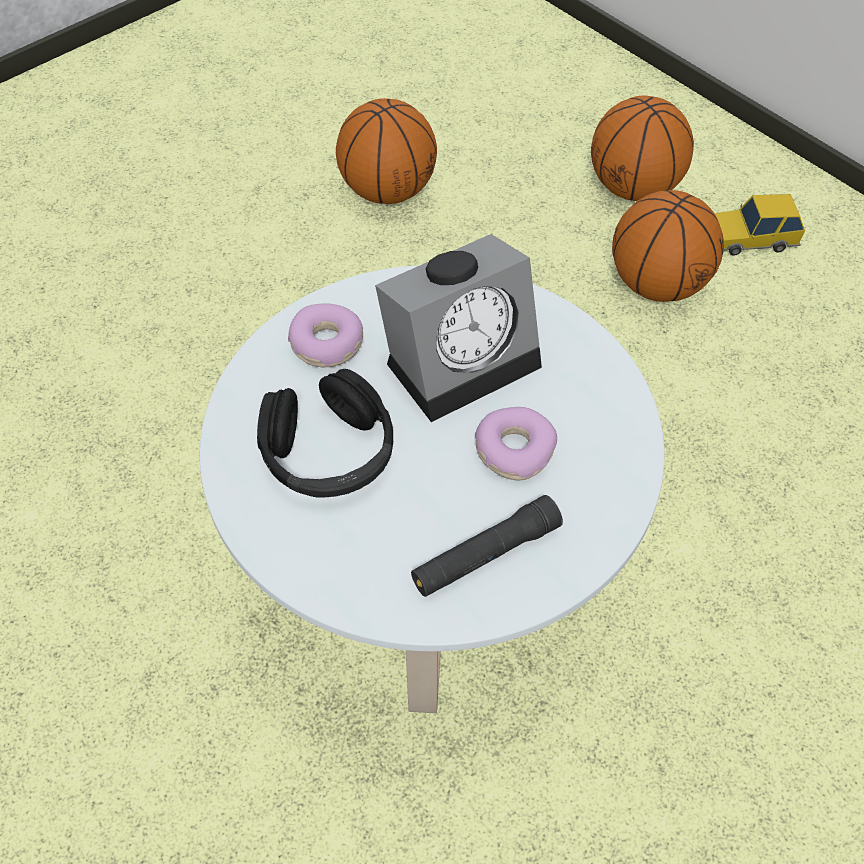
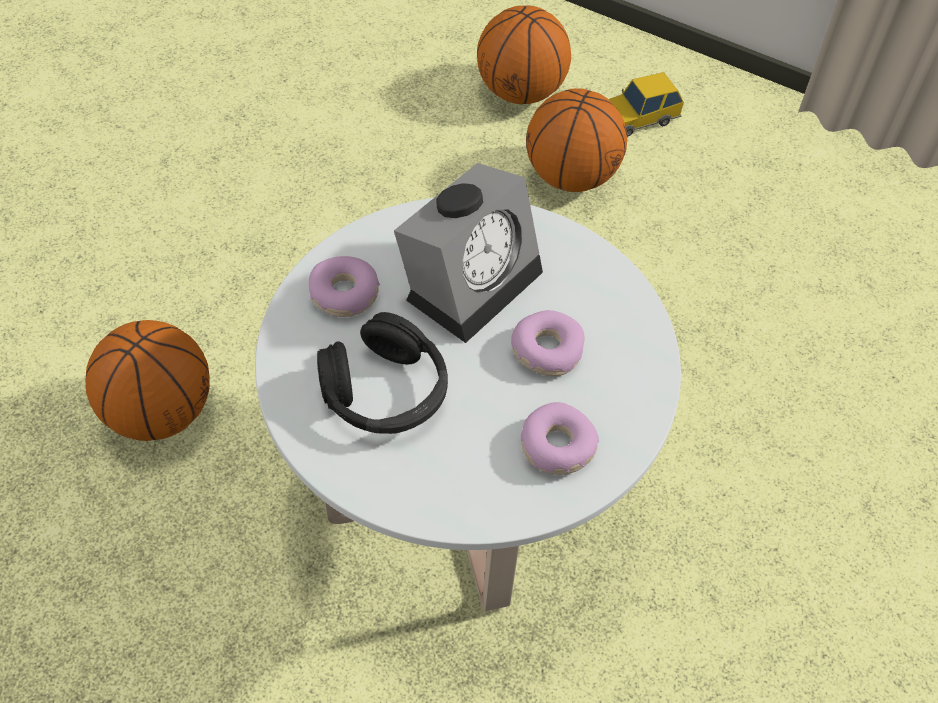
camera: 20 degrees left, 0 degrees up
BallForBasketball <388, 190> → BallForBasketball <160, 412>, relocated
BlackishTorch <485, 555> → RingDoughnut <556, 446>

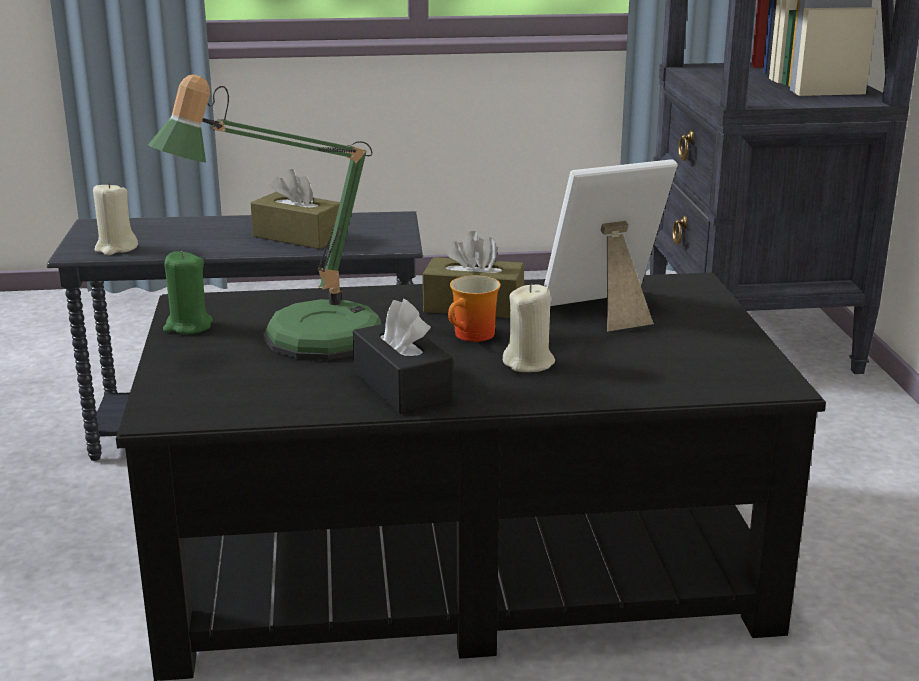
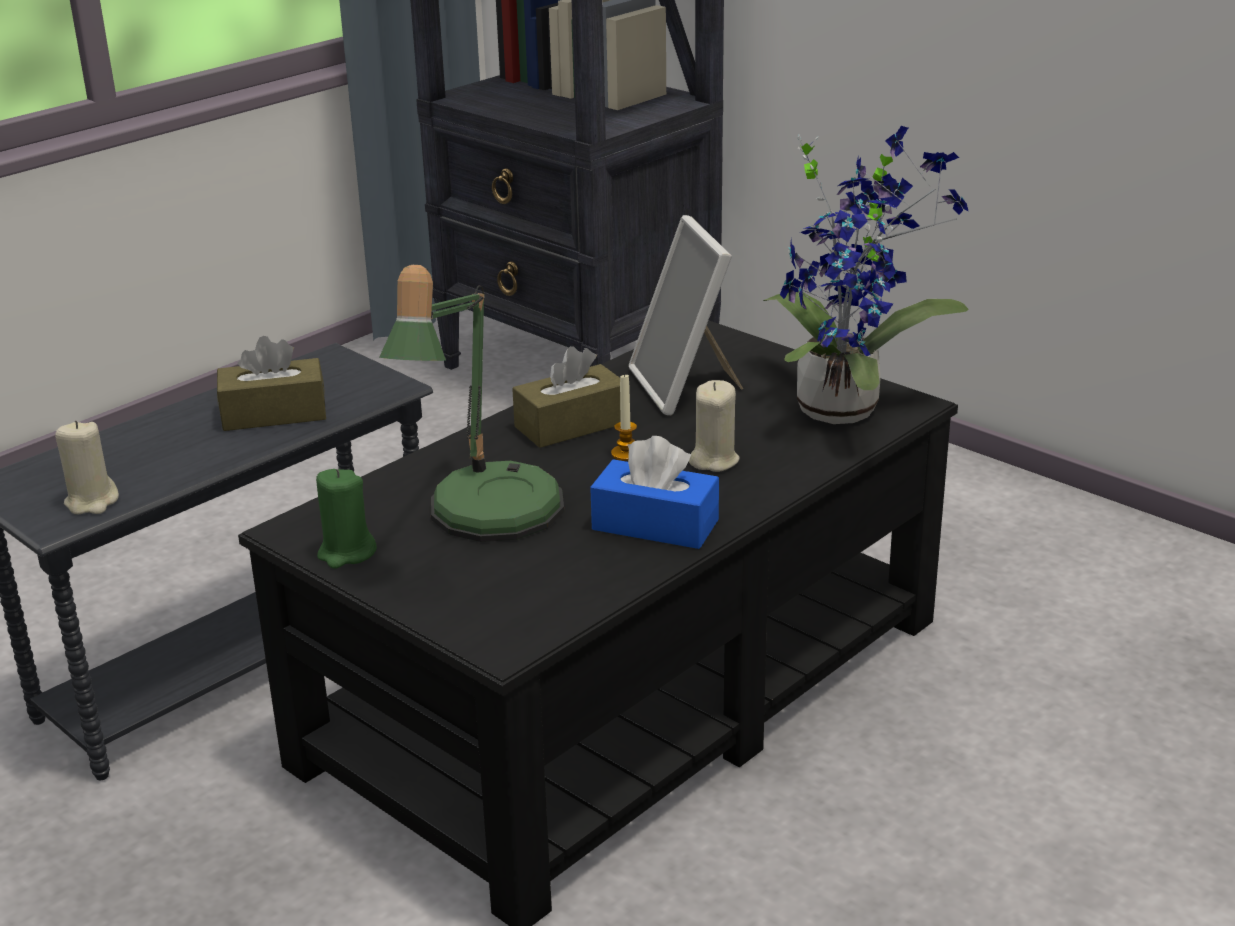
camera: 40 degrees left, 5 degrees up
BlackishTissueBox <402, 386> → BlueColouredTissueBox <655, 525>
CoffeeMug <474, 336> → Candle <626, 453>
StandingFrame <605, 311> → StandingFrame <686, 387>, 45 degrees counterclockwise
- → PlantInAPot <846, 406>

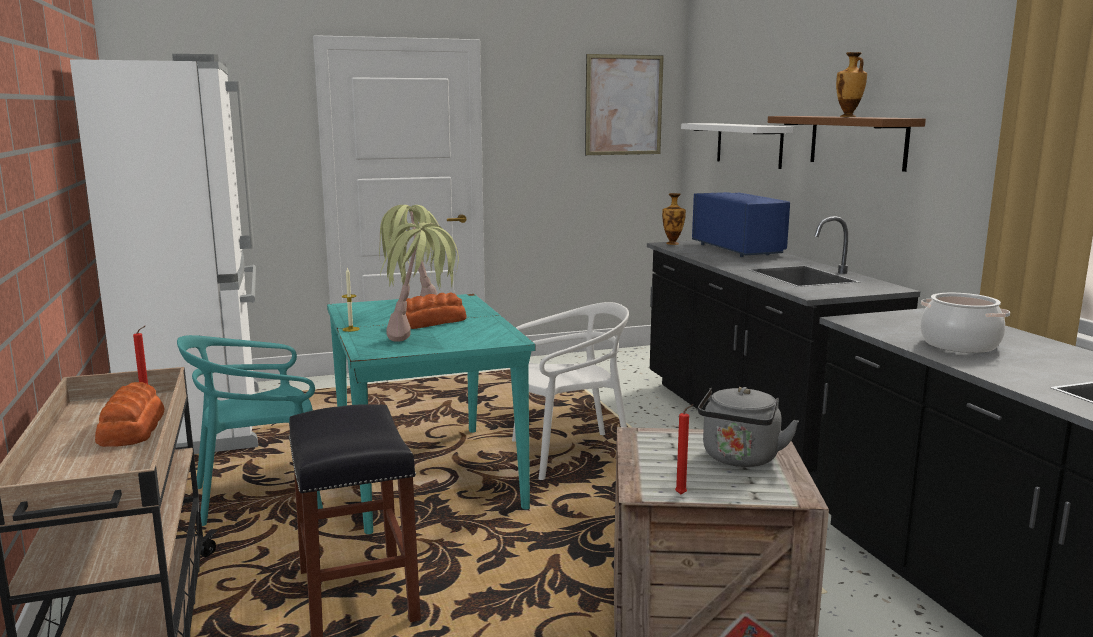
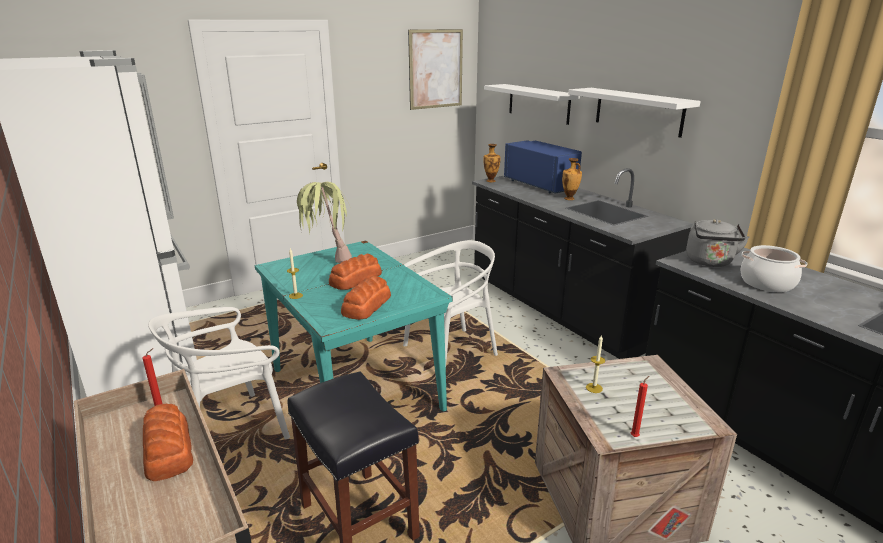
camera: 15 degrees left, 10 degrees up
TurquoiseColouredChair <260, 496> → WhitishChair <231, 432>
PlantInAPot <423, 342> → BakedBread <366, 305>
GrayKettle <740, 459> → GrayKettle <710, 262>, relocated
BrownishWallShelf <857, 141> → WhitishWallShelf <638, 111>
Vase <848, 116> → Vase <569, 199>, relocated
- → Candle <594, 388>

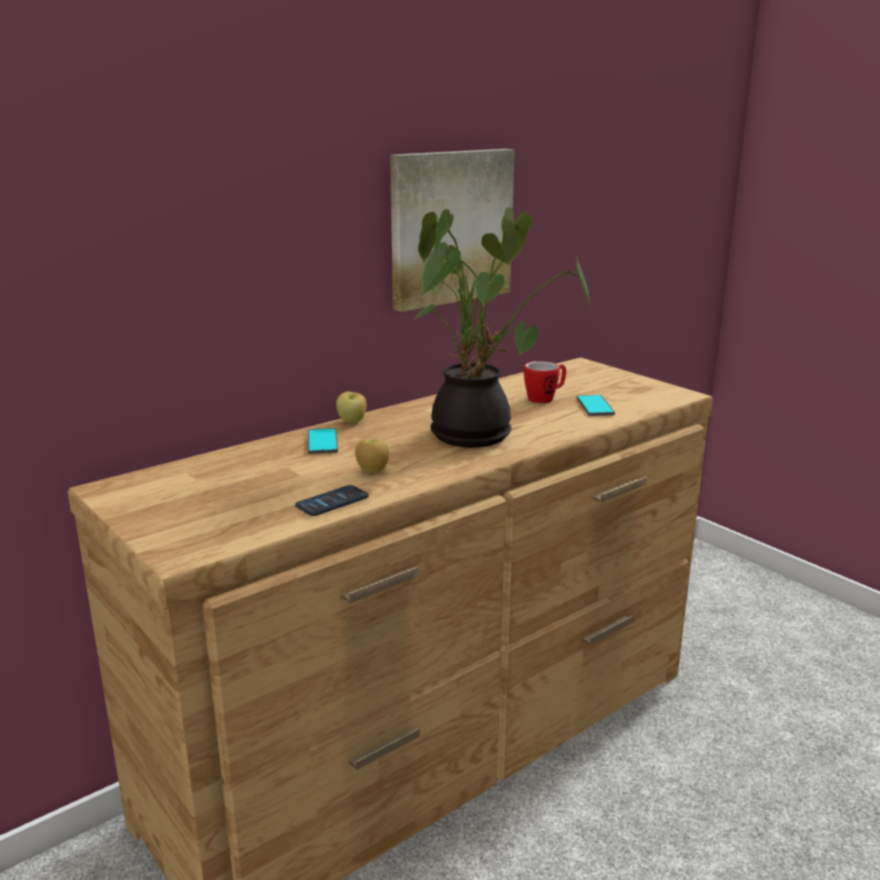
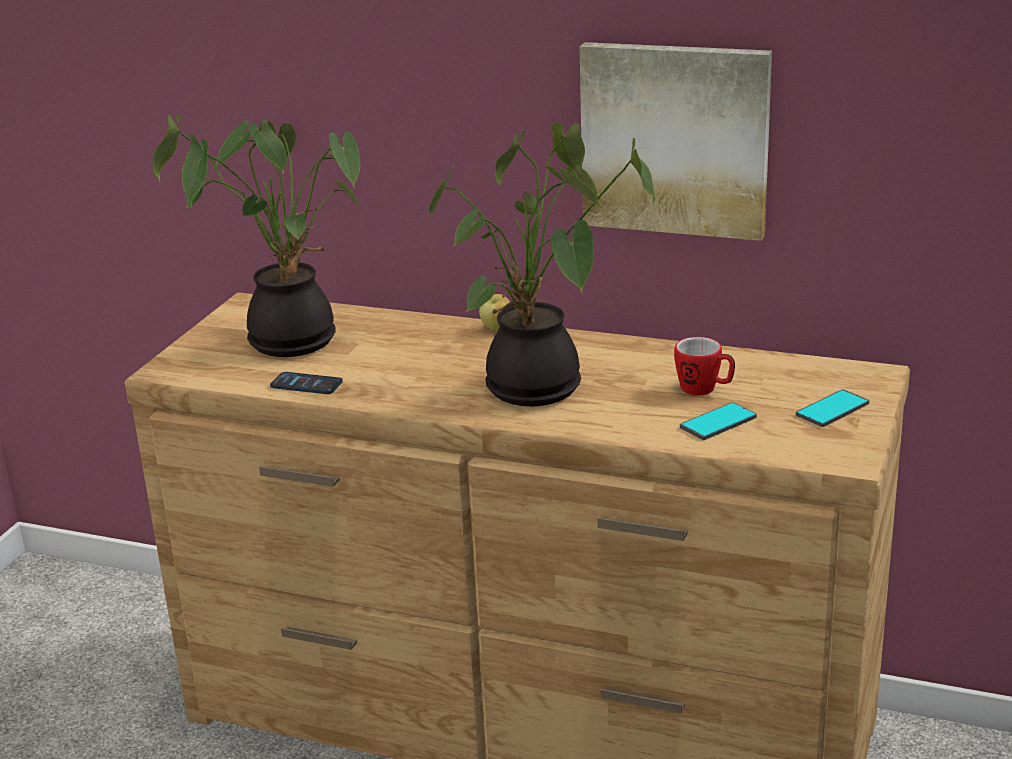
camera: 60 degrees right, 5 degrees up
Phone <322, 442> → Phone <832, 409>, relocated
Apple <372, 471> → -
- → PlantInAPot <290, 338>

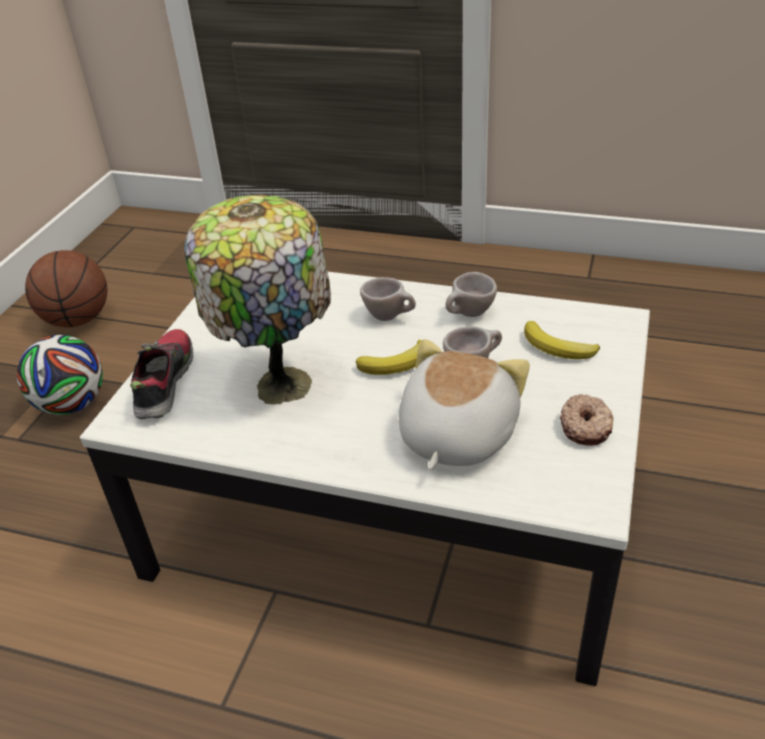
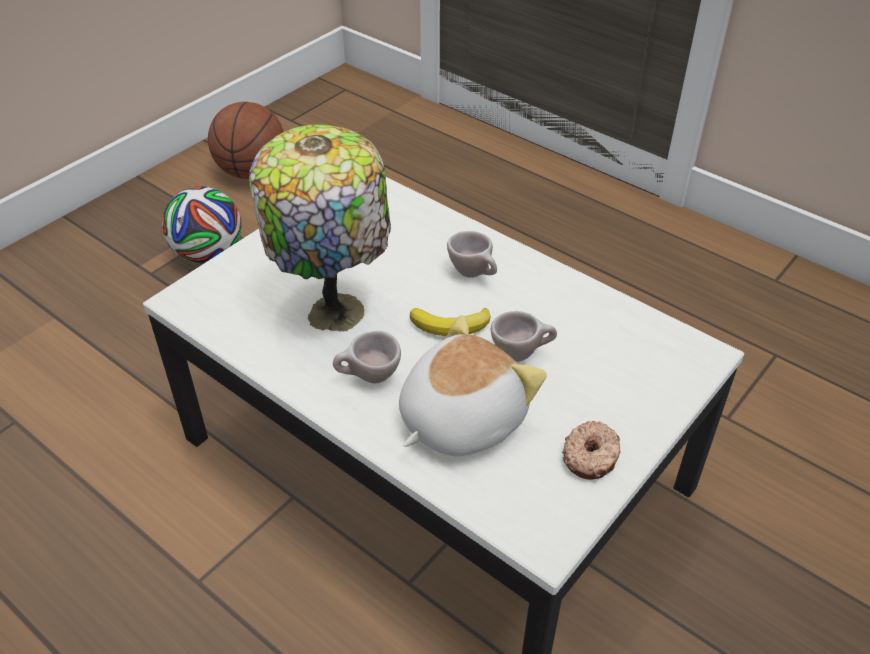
camera: 20 degrees right, 5 degrees up
ItemOfFootwear <164, 383> → -
SandColouredDrinkingCup <469, 315> → SandColouredDrinkingCup <368, 378>, relocated
Banana <558, 347> → -

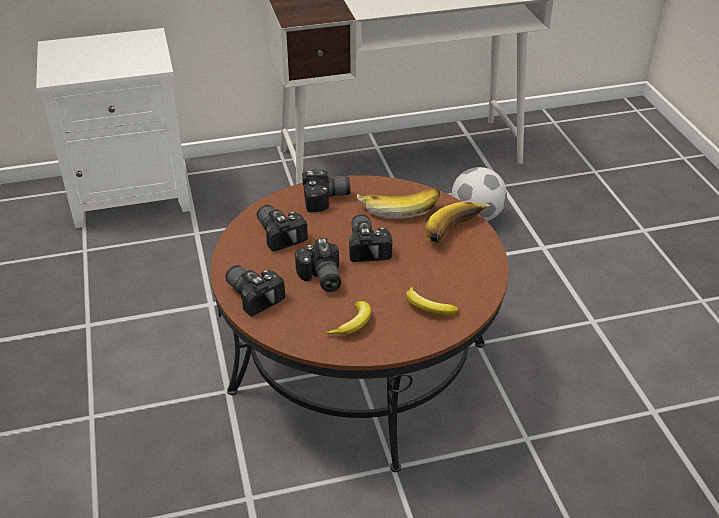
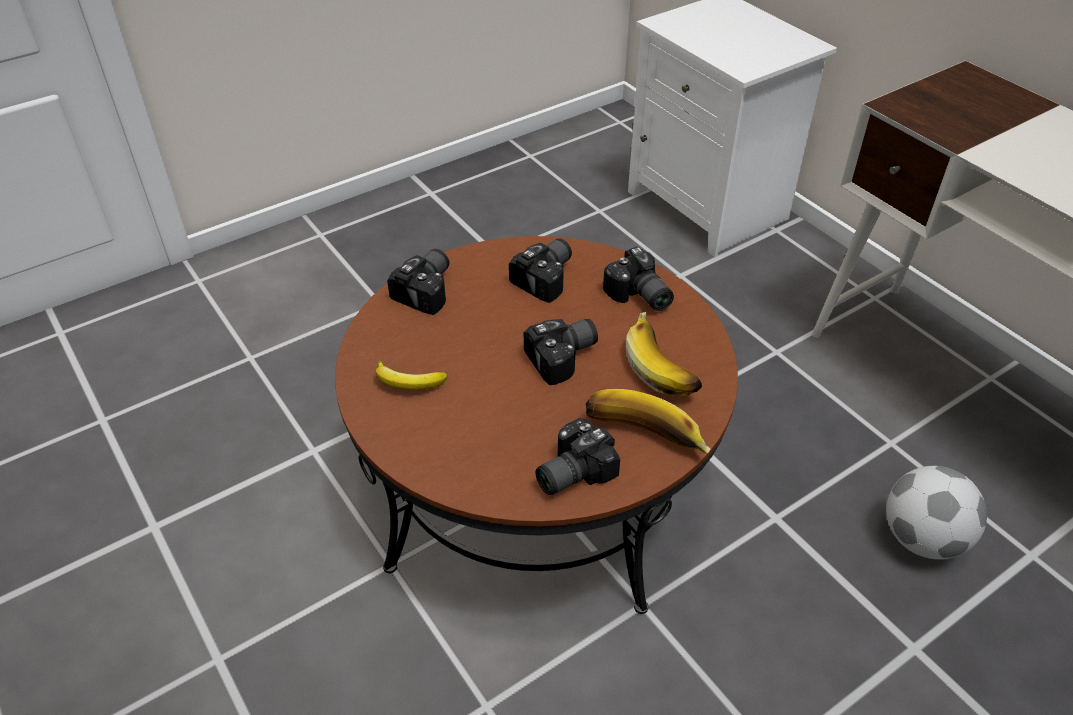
camera: 70 degrees right, 5 degrees up
PhotoCamera <320, 278> → PhotoCamera <570, 471>, relocated
Banana <428, 307> → -

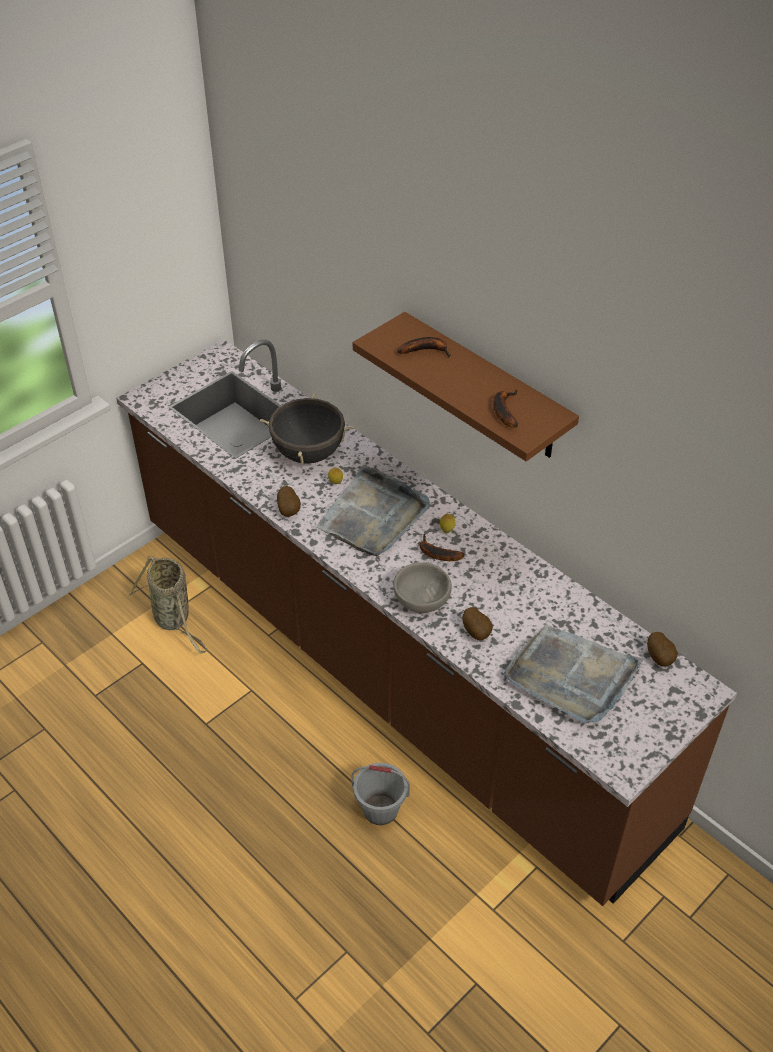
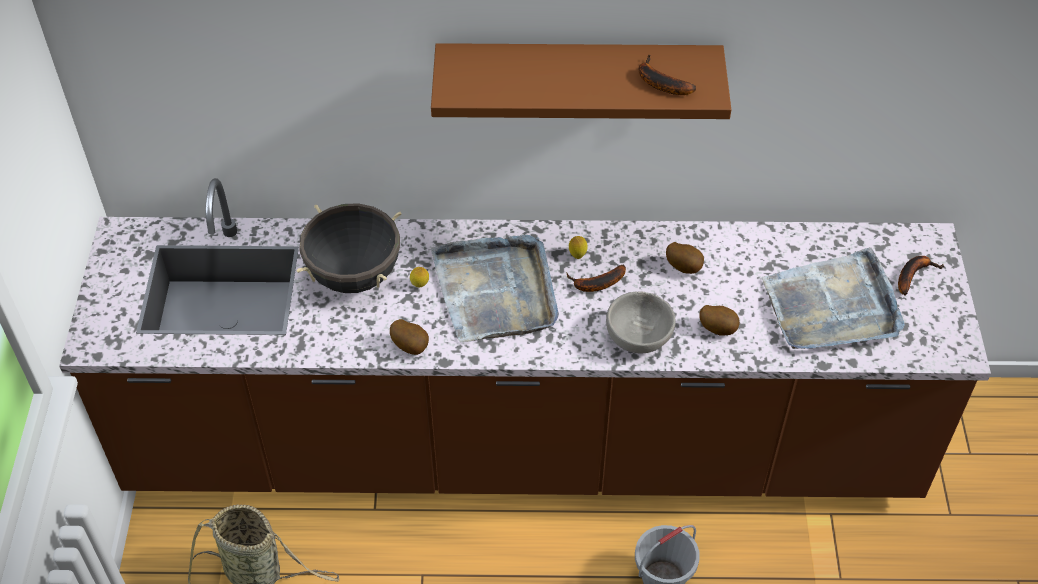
camera: 45 degrees left, 5 degrees up
Banana <426, 350> → Banana <913, 274>, relocated
Potato <660, 658> → Potato <684, 267>, relocated

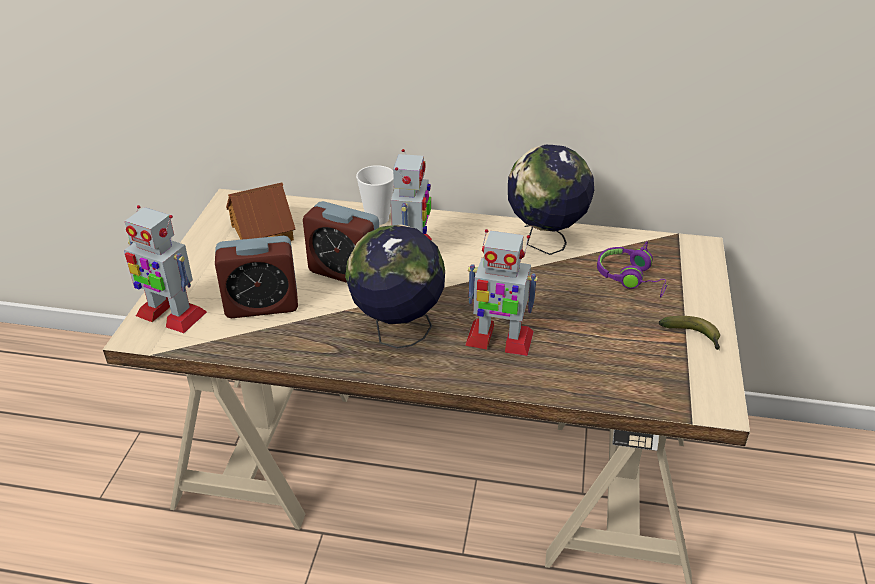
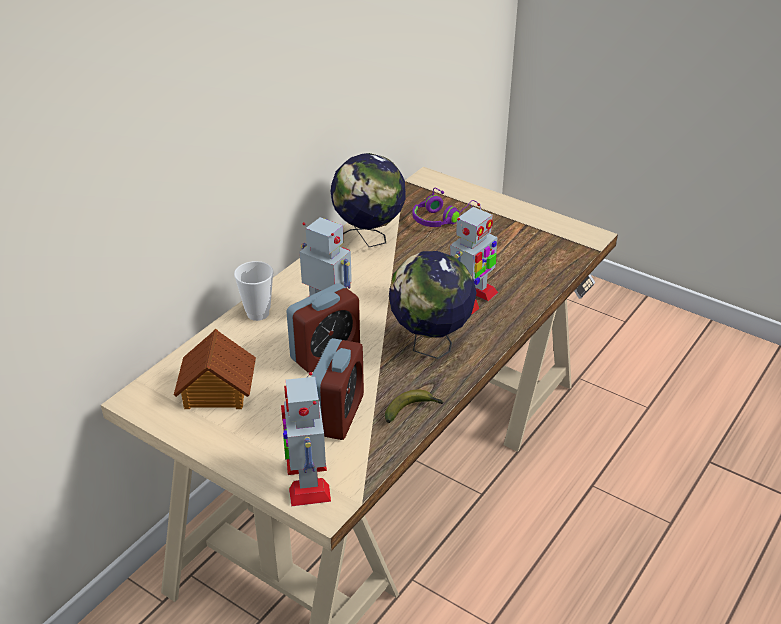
camera: 65 degrees left, 0 degrees up
ToyRobot <170, 314> → ToyRobot <307, 479>, 120 degrees clockwise
Banana <693, 337> → Banana <413, 410>, relocated

